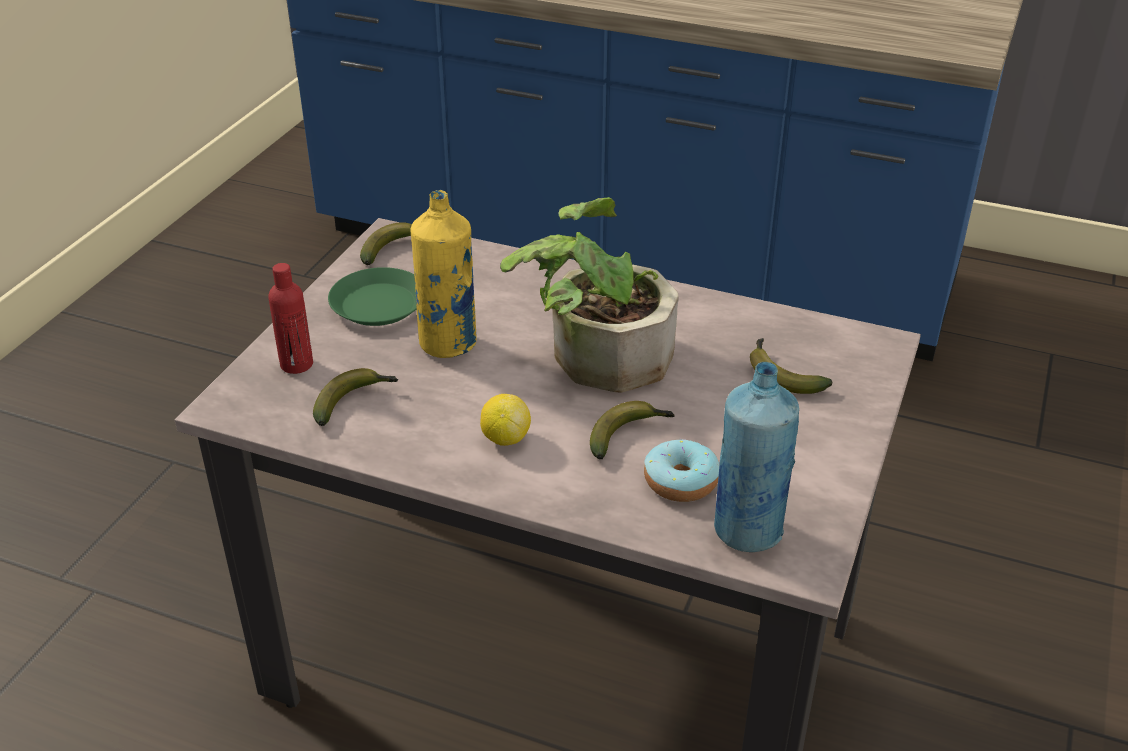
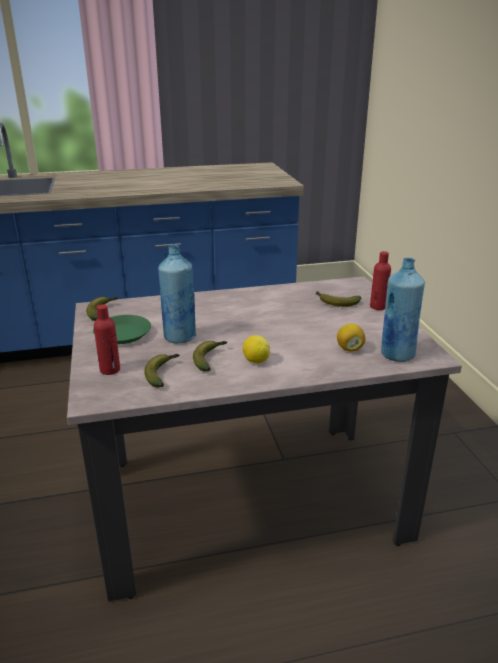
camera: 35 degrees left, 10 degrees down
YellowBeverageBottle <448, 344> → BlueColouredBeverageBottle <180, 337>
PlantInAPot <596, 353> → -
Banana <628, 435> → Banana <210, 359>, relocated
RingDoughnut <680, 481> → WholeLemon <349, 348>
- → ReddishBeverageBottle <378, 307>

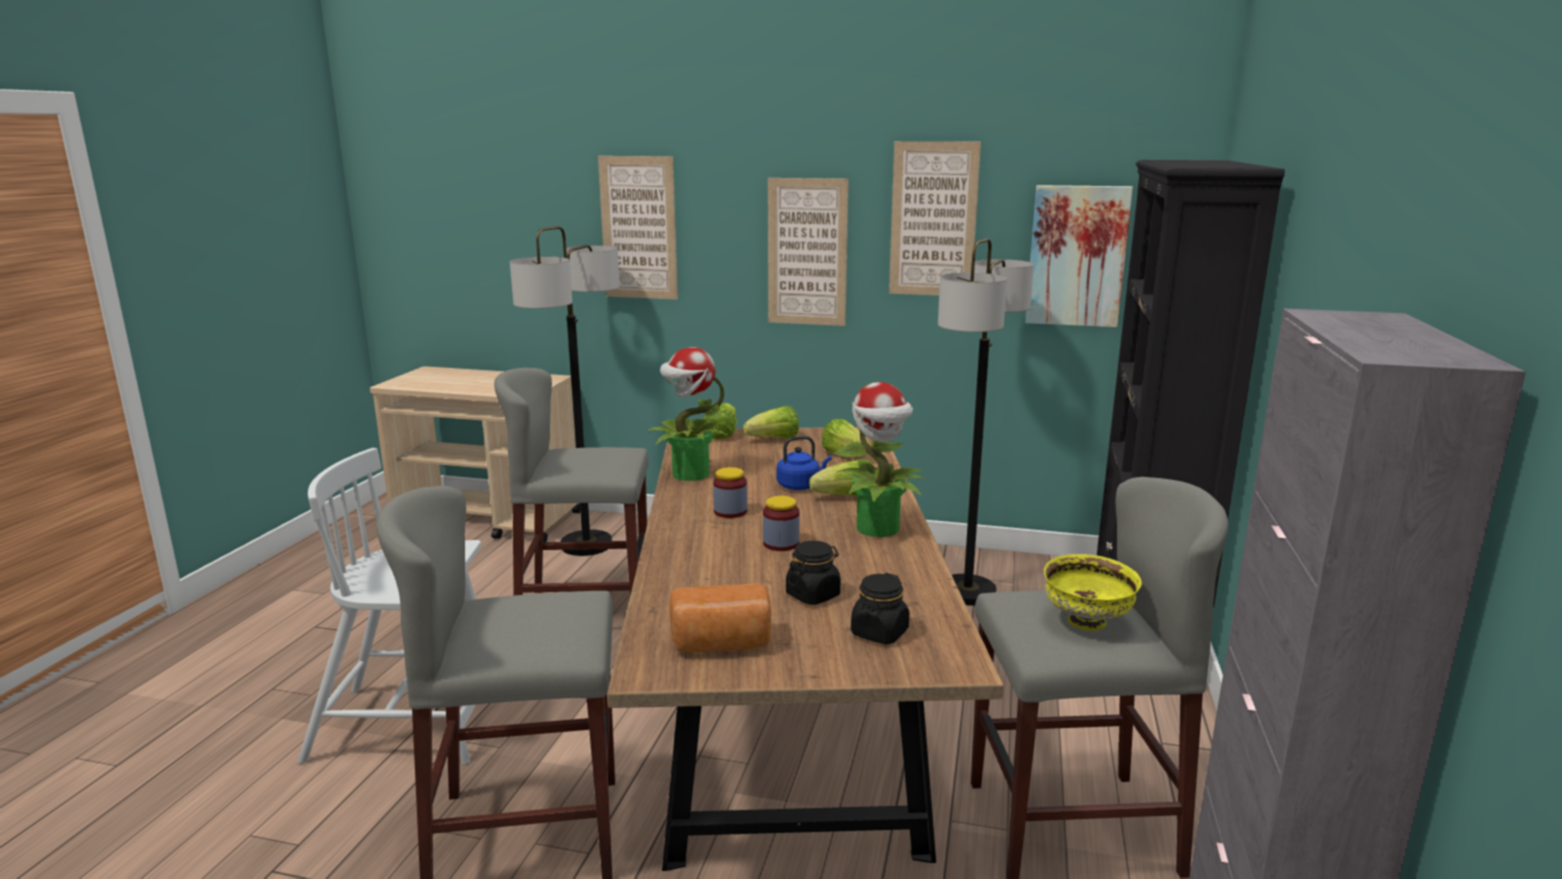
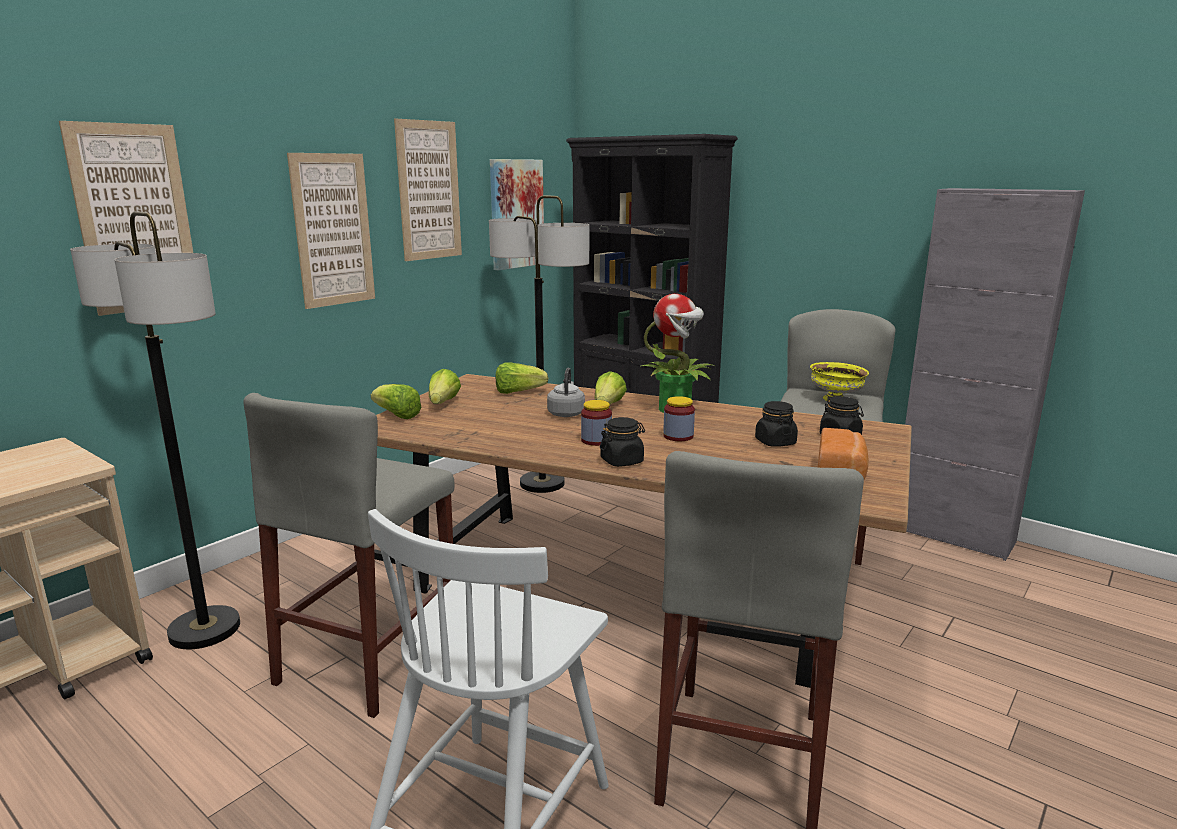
camera: 65 degrees left, 0 degrees up
PlantInAPot <689, 474> → -
BlueColouredKettle <800, 486> → GrayKettle <566, 413>
- → BlackishStorageJar <622, 461>

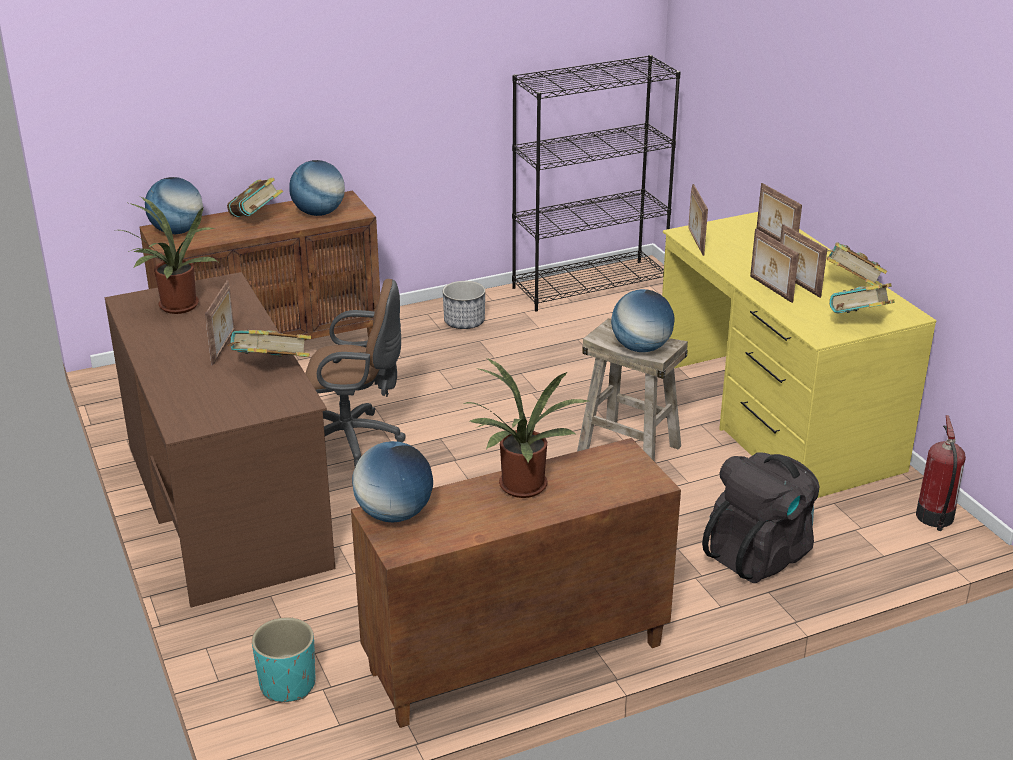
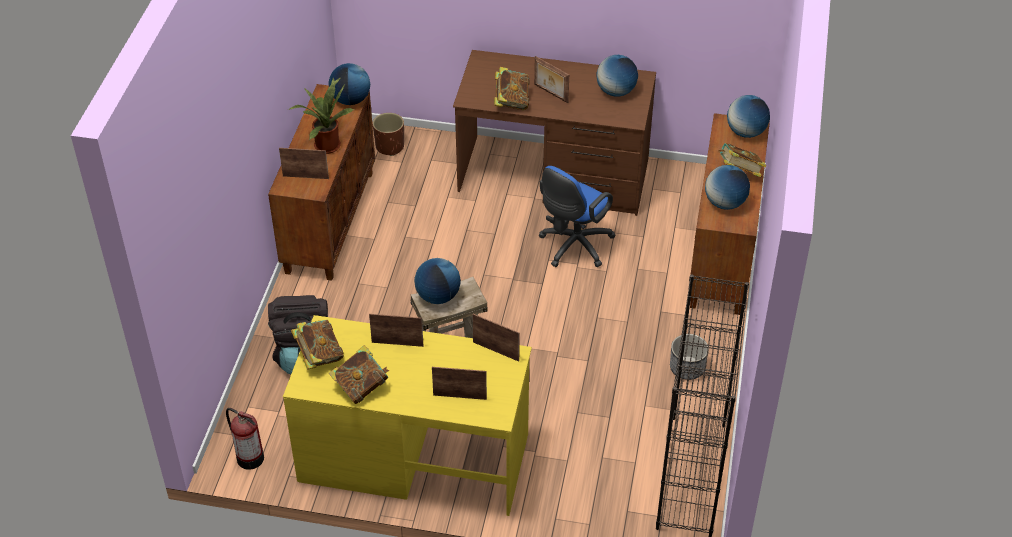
camera: 125 degrees right, 15 degrees up
PlantInAPot <176, 308> → WorldGlobe <616, 91>
TurquoiseColouredPlantPot <288, 685> → BrownishPlantPot <389, 147>
BrownishOfficeChair <355, 440> → BlueColouredOfficeChair <573, 247>
StandingFrame <797, 284> → StandingFrame <306, 176>, relocated

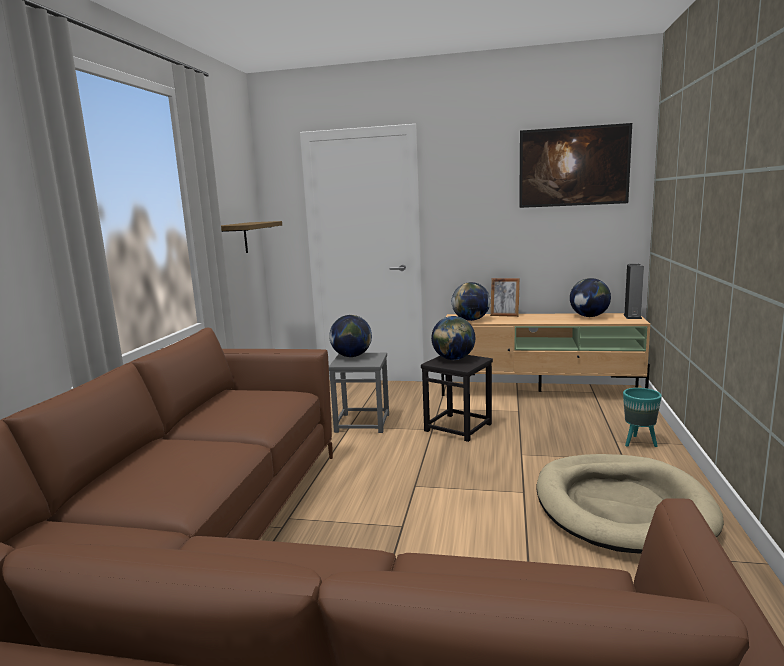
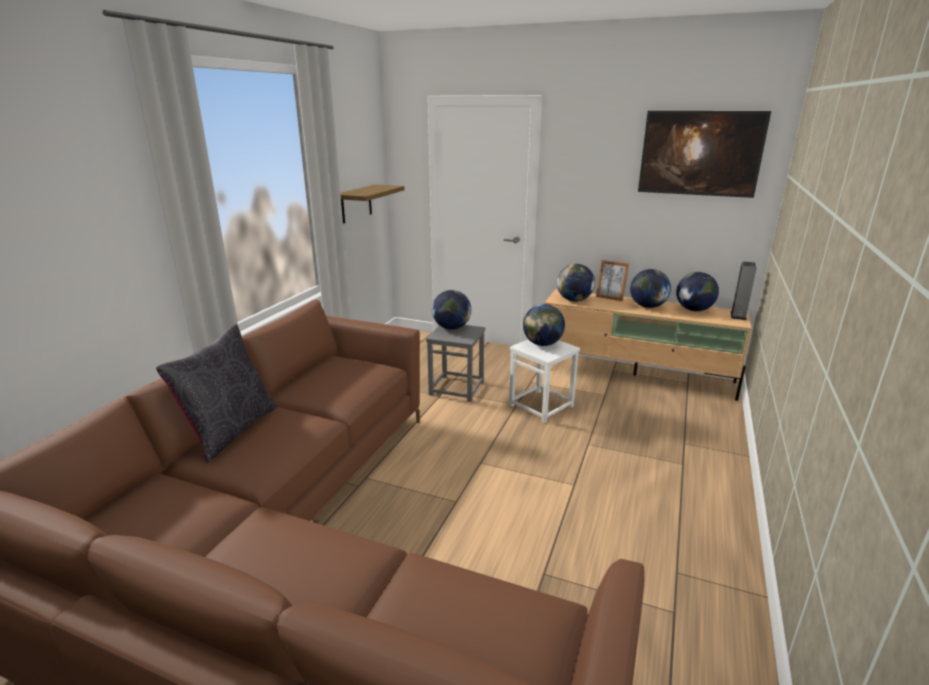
camera: 10 degrees right, 10 degrees up
BlackishStool <458, 427> → WhitishStool <541, 405>
SandColouredDogBed <621, 507> → -
TurquoiseColouredPlantPot <639, 443> → -
- → BlackishThrowPillow <231, 430>
- → WorldGlobe <647, 306>

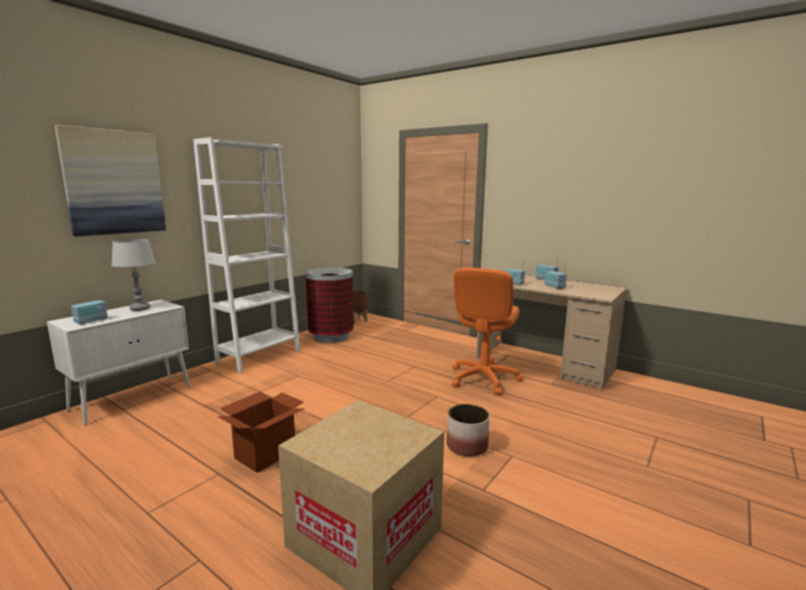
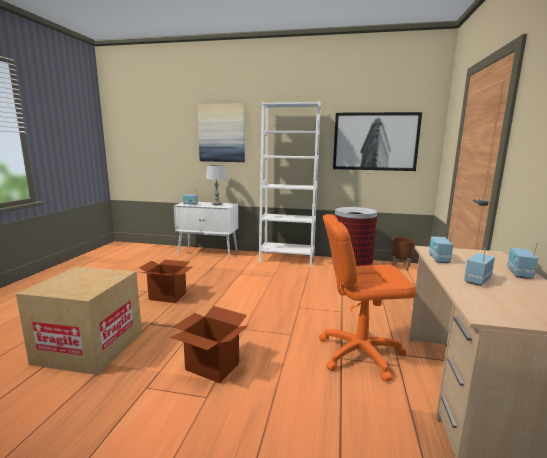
camera: 65 degrees right, 0 degrees up
PlantPot <466, 446> → Carton <212, 367>
- → WallPicture <375, 141>

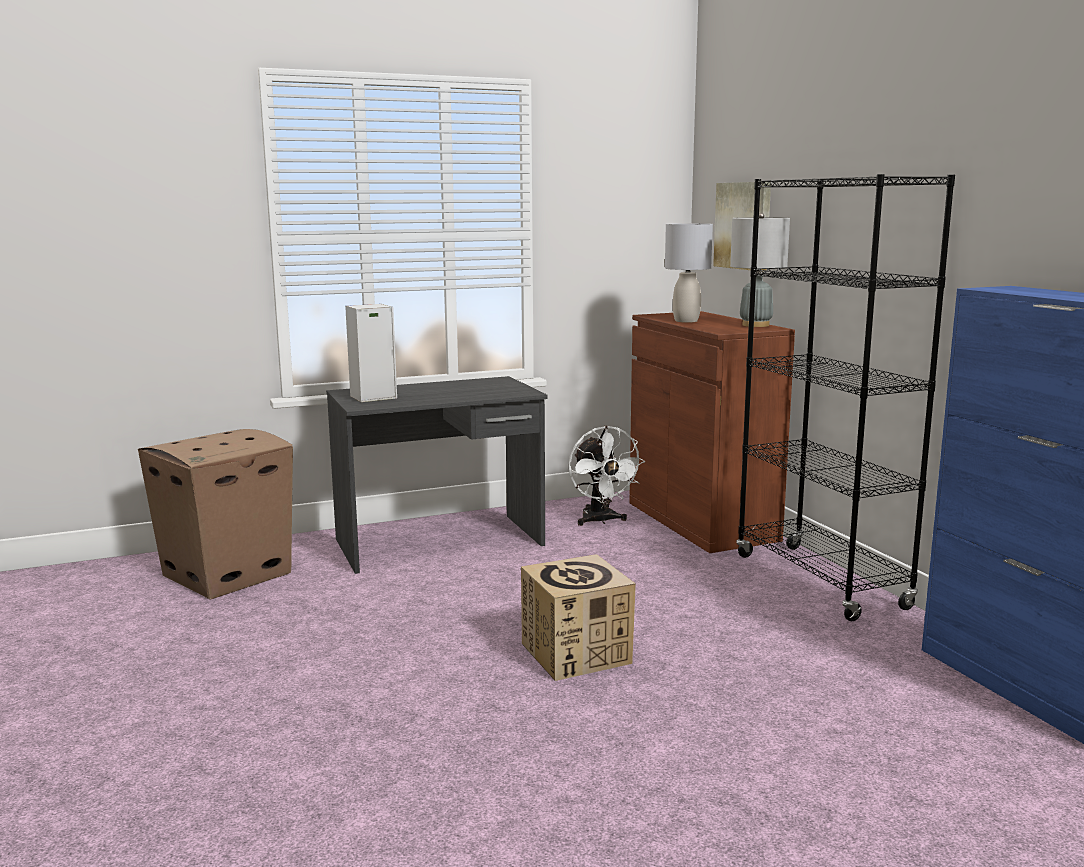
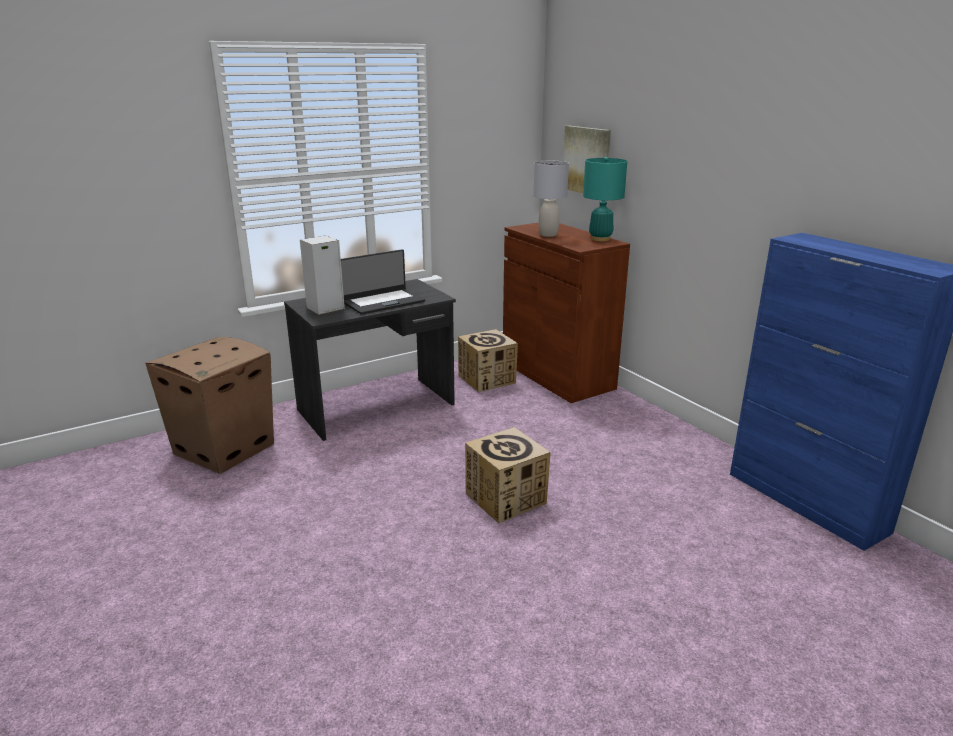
camera: 10 degrees left, 10 degrees up
WhitishFan <601, 521> → Carton <487, 379>
GrayTabletopLamp <756, 325> → TurquoiseColouredTabletopLamp <600, 239>
BlackishShelvingUnit <820, 581> → -
- → Laptop <383, 302>

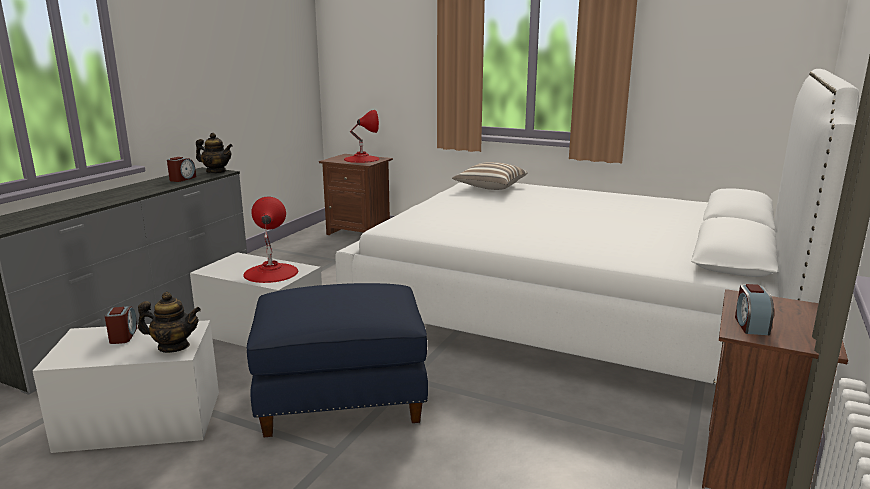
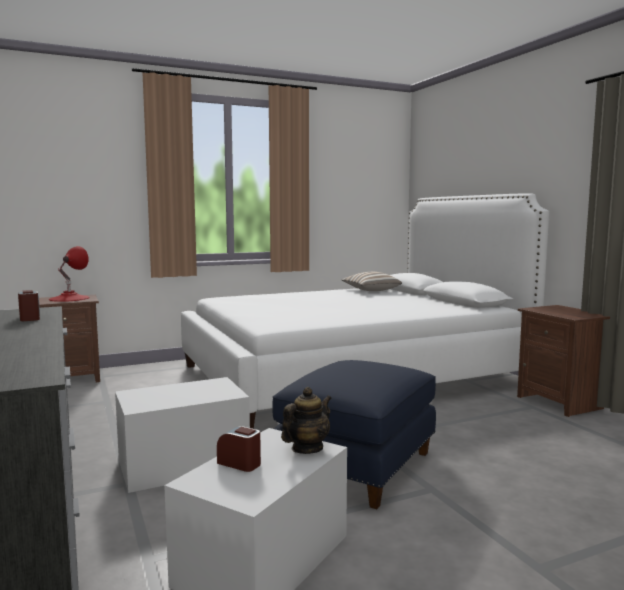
camera: 50 degrees left, 10 degrees down
PotForTea <216, 172> → -
ReddishTabletopLamp <270, 272> → -
ThrowPillow <489, 187> → ThrowPillow <370, 290>, relocated
TableClock <750, 325> → -

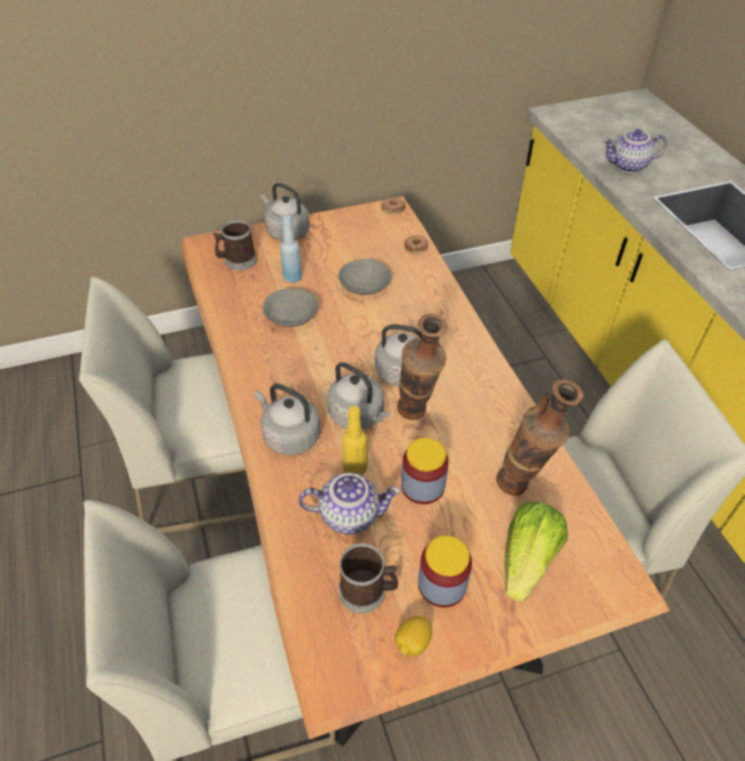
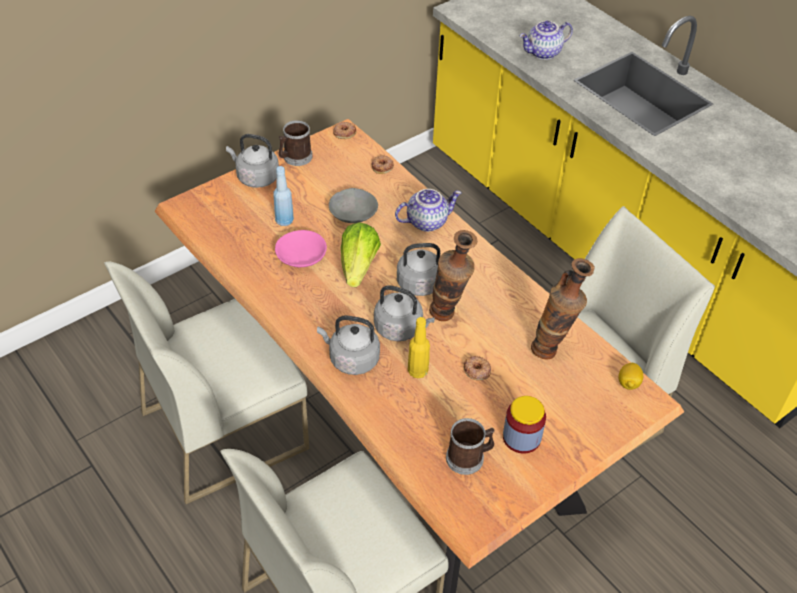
camera: 20 degrees left, 0 degrees up
CoffeeMug <237, 261> → CoffeeMug <295, 158>, relocated
GrayDeepDish <290, 316> → PinkDeepDish <300, 256>
PotForTea <350, 514> → PotForTea <427, 221>, relocated
WholeLemon <412, 643> → WholeLemon <628, 383>, relocated
StorageJar <422, 486> → RingDoughnut <476, 370>
Lettuce <527, 560> → Lettuce <358, 267>, relocated

